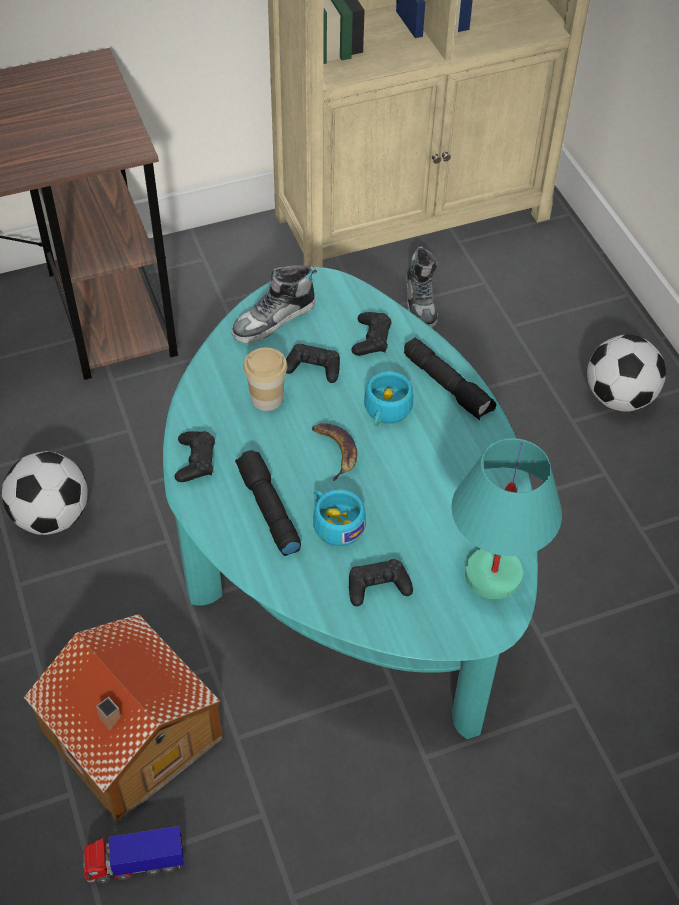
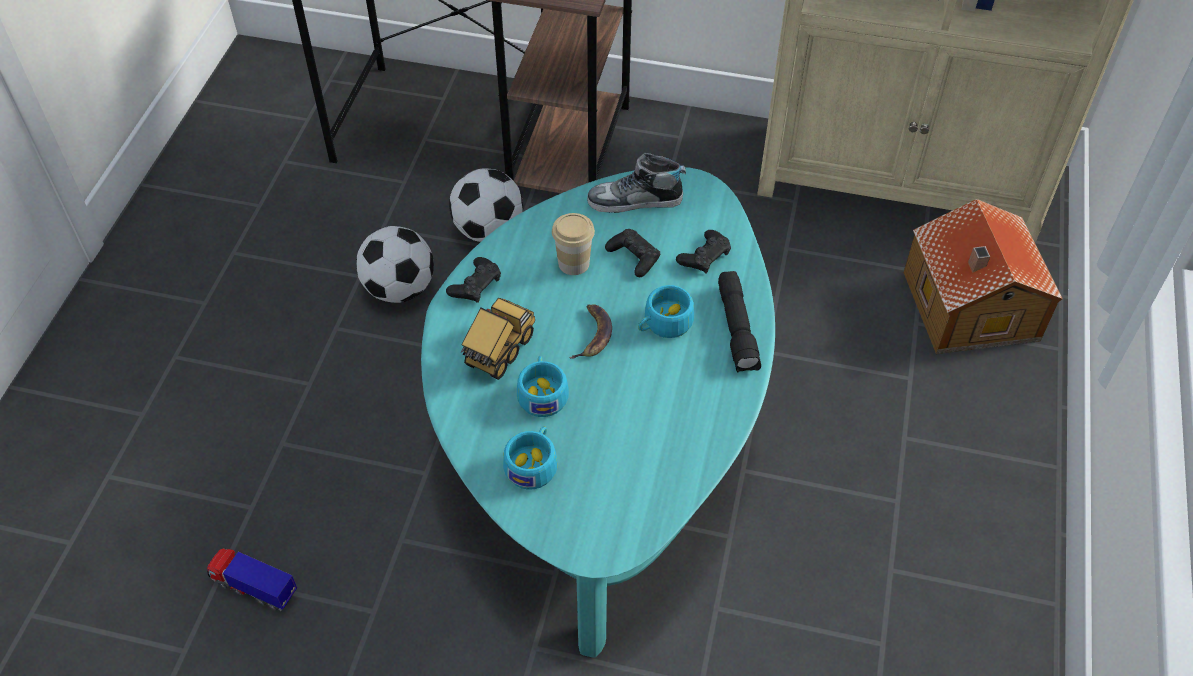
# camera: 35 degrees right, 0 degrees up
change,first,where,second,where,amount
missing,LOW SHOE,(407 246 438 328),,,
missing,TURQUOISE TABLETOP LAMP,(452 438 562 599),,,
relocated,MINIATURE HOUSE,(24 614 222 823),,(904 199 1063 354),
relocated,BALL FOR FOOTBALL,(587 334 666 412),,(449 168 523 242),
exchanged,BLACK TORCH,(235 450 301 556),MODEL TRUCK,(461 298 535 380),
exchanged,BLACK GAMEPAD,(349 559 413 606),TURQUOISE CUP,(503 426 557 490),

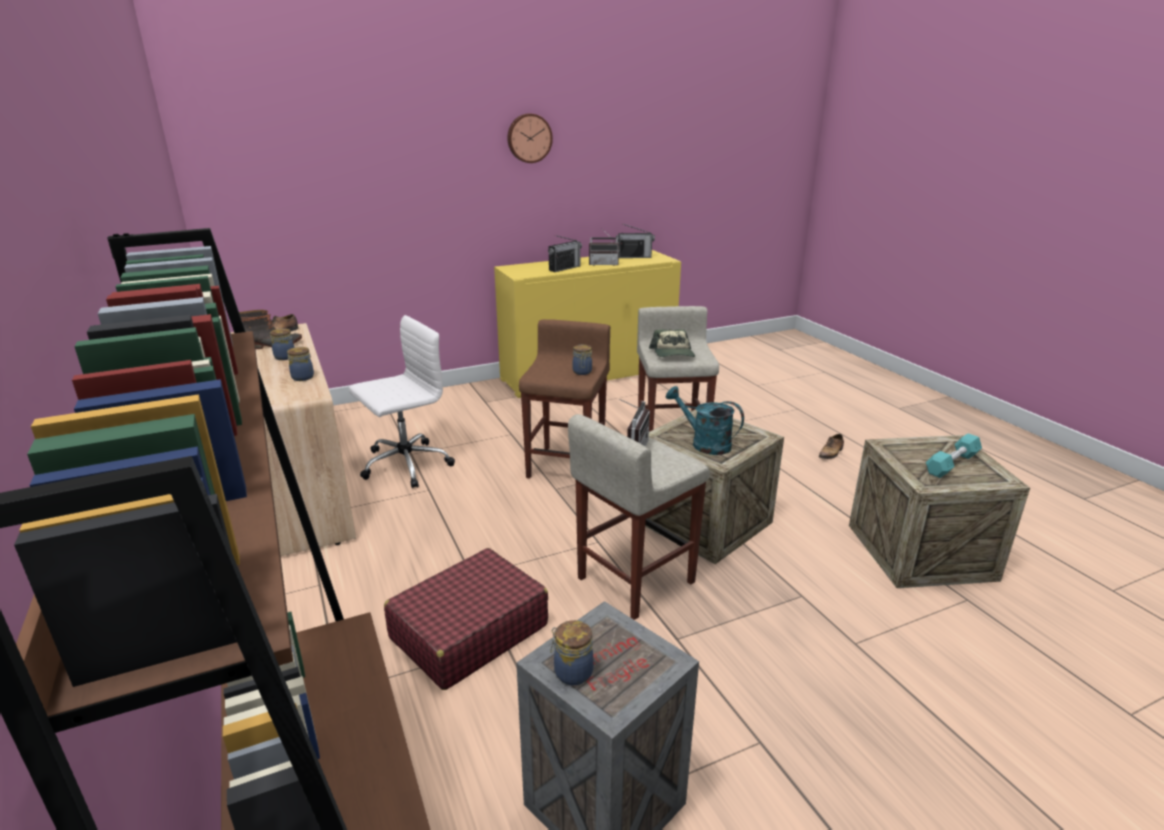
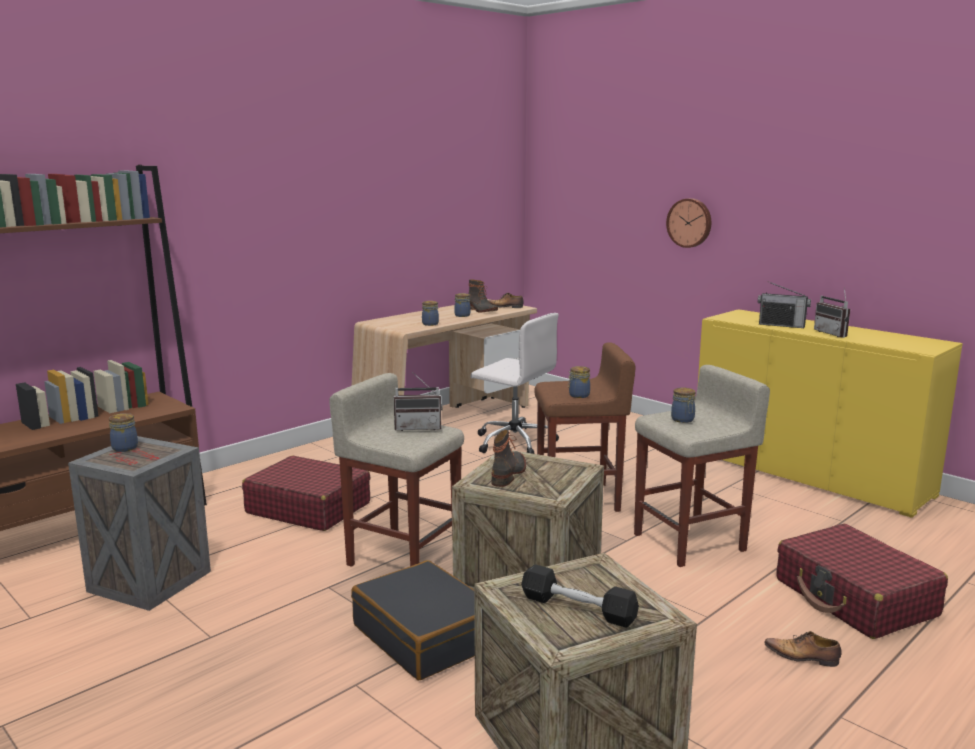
# camera: 70 degrees right, 10 degrees down
change,first,where,second,where,amount
missing,RADIO,(616 224 655 258),,,
appeared,,,BLACK PIECE OF LUGGAGE,(351 560 475 680),
appeared,,,RED-COLOURED PIECE OF LUGGAGE,(777 524 948 639),
relocated,HANGING CLOCK,(507 113 553 163),,(666 198 711 248),
exchanged,BASEBALL CAP,(649 329 695 357),JAR,(671 387 696 423),
exchanged,TURQUOISE WATERING CAN,(666 386 744 455),TALL BOOT,(492 430 526 487),
colour,TURQUOISE FREE WEIGHT,(926 433 982 478),BLACK FREE WEIGHT,(521 565 639 628),

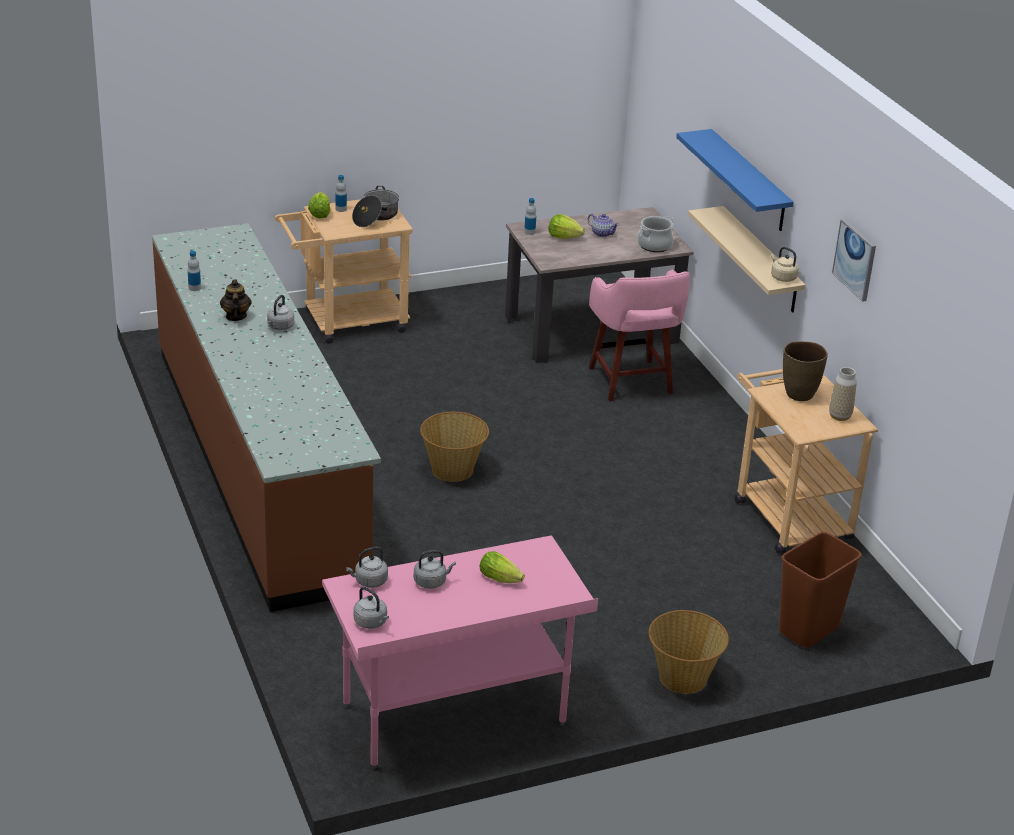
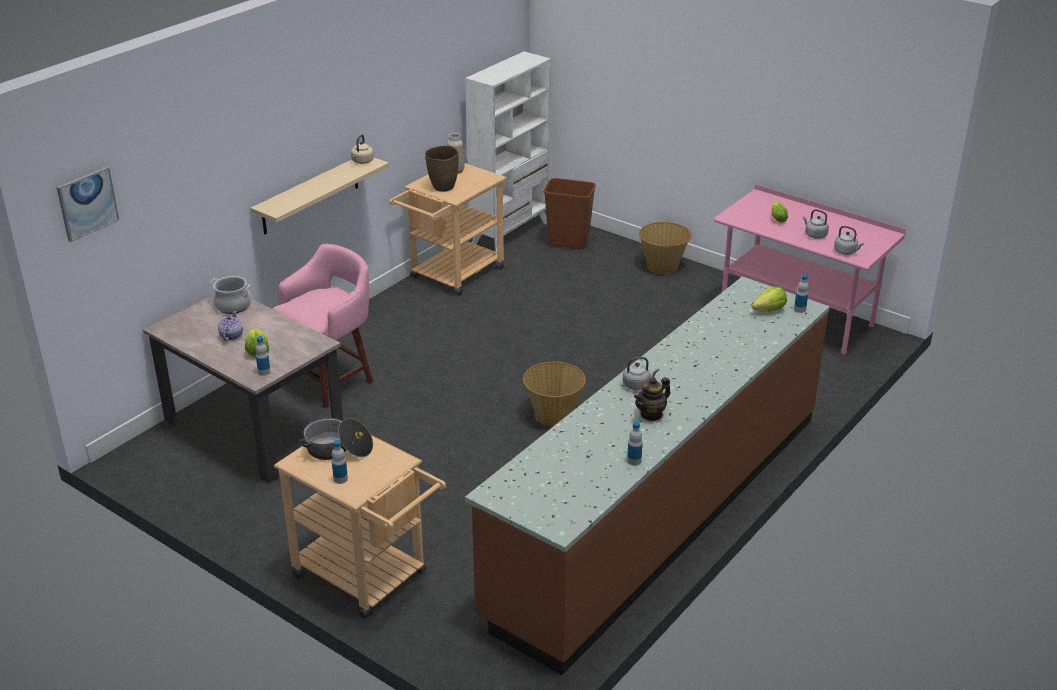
# camera: 120 degrees left, 0 degrees up
change,first,where,second,where,amount
missing,GRAY KETTLE,(354 587 389 629),,,
missing,BLUE SHELF,(676 129 794 231),,,
appeared,,,WHITISH BOOKSHELF,(465 51 551 252),
appeared,,,BEVERAGE BOTTLE,(794 274 809 313),
relocated,LETTUCE HEAD,(308 192 330 219),,(752 286 787 312),
relocated,PICTURE,(832 219 876 302),,(57 167 119 242),

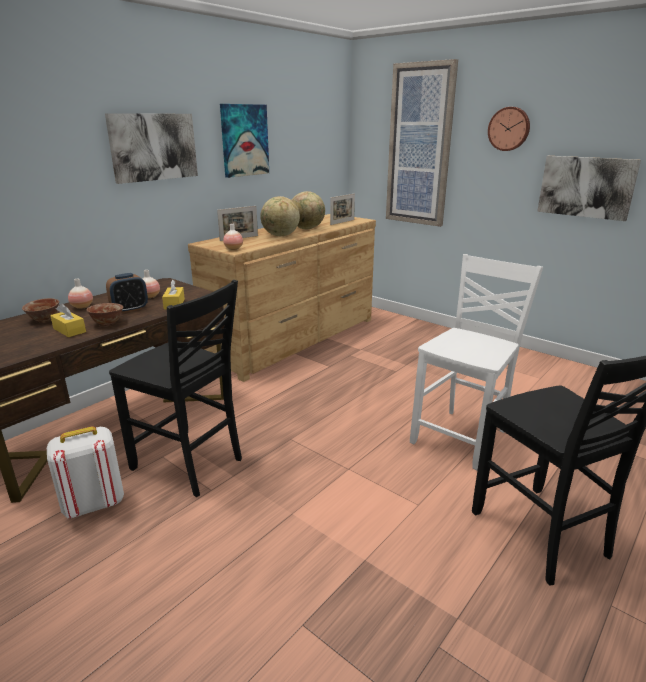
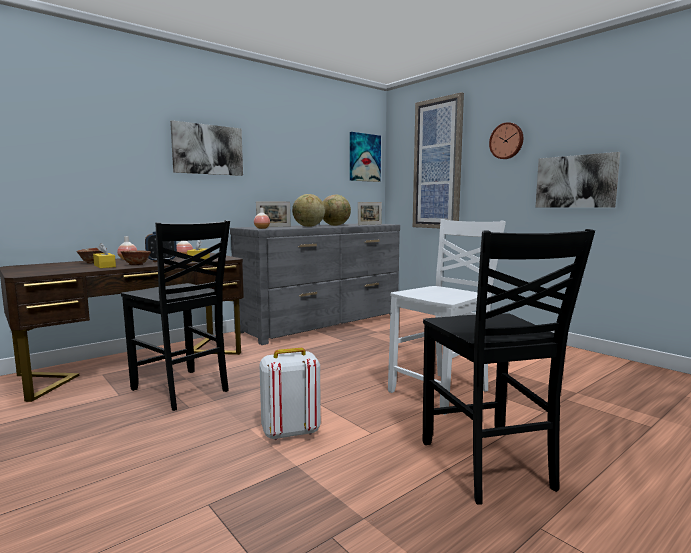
# camera: 10 degrees right, 15 degrees down
change,first,where,second,where,amount
relocated,WHITISH RUCKSACK,(47 426 124 518),,(259 348 321 440),
relocated,PICTURE,(220 104 269 178),,(350 132 381 182),
colour,BROWN-COLOURED DRAWER CHEST,(188 214 376 382),GRAY DRAWER CHEST,(230 224 400 345),

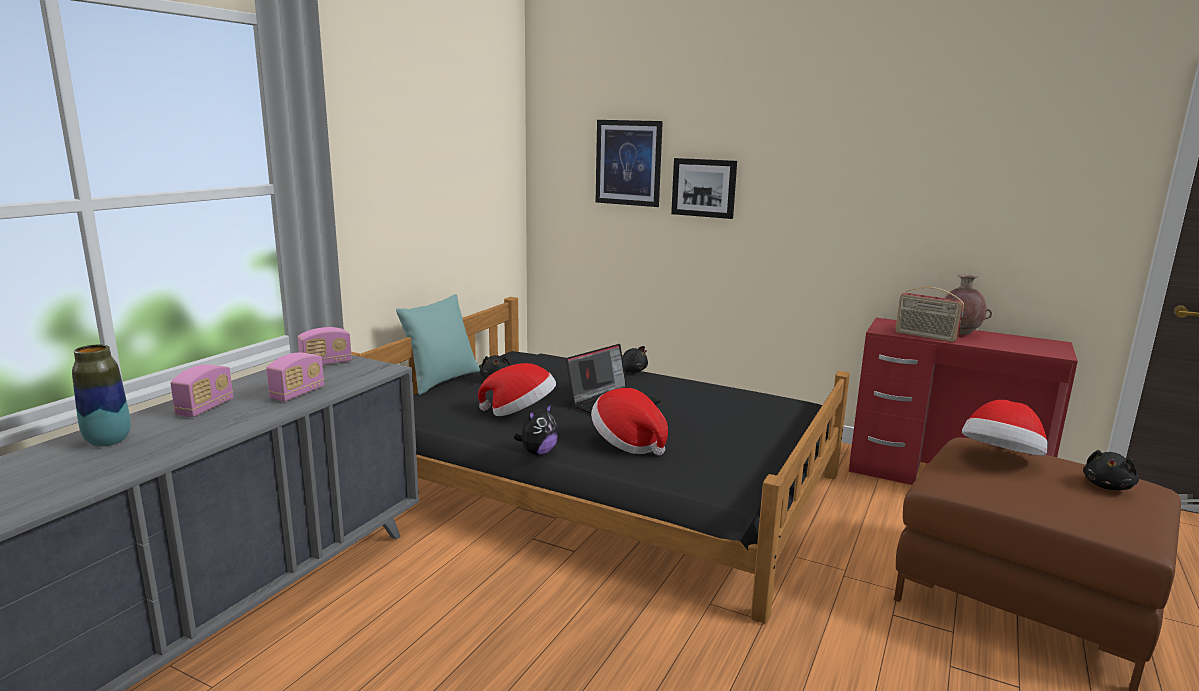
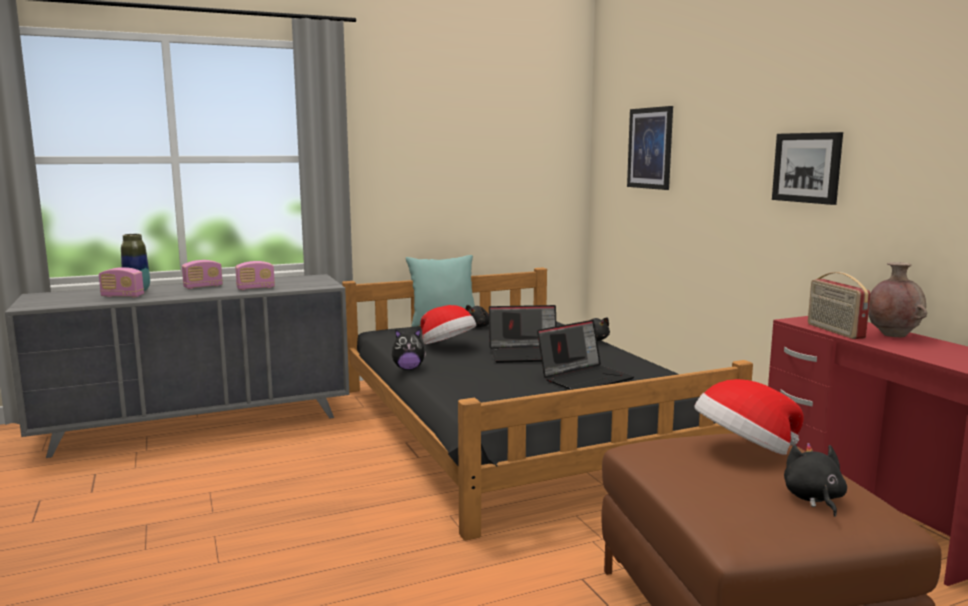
# camera: 40 degrees right, 5 degrees down
change,first,where,second,where,amount
missing,CLOTHING HAT,(591 388 668 455),,,
appeared,,,NOTEBOOK COMPUTER,(537 320 634 390),
relocated,RADIO,(298 327 352 365),,(99 267 144 297),
relocated,PICTURE,(671 158 737 219),,(772 132 843 205),
spun,BLACK CUDDLY TOY,(1083 450 1139 490),,(784 443 847 517),105 degrees clockwise

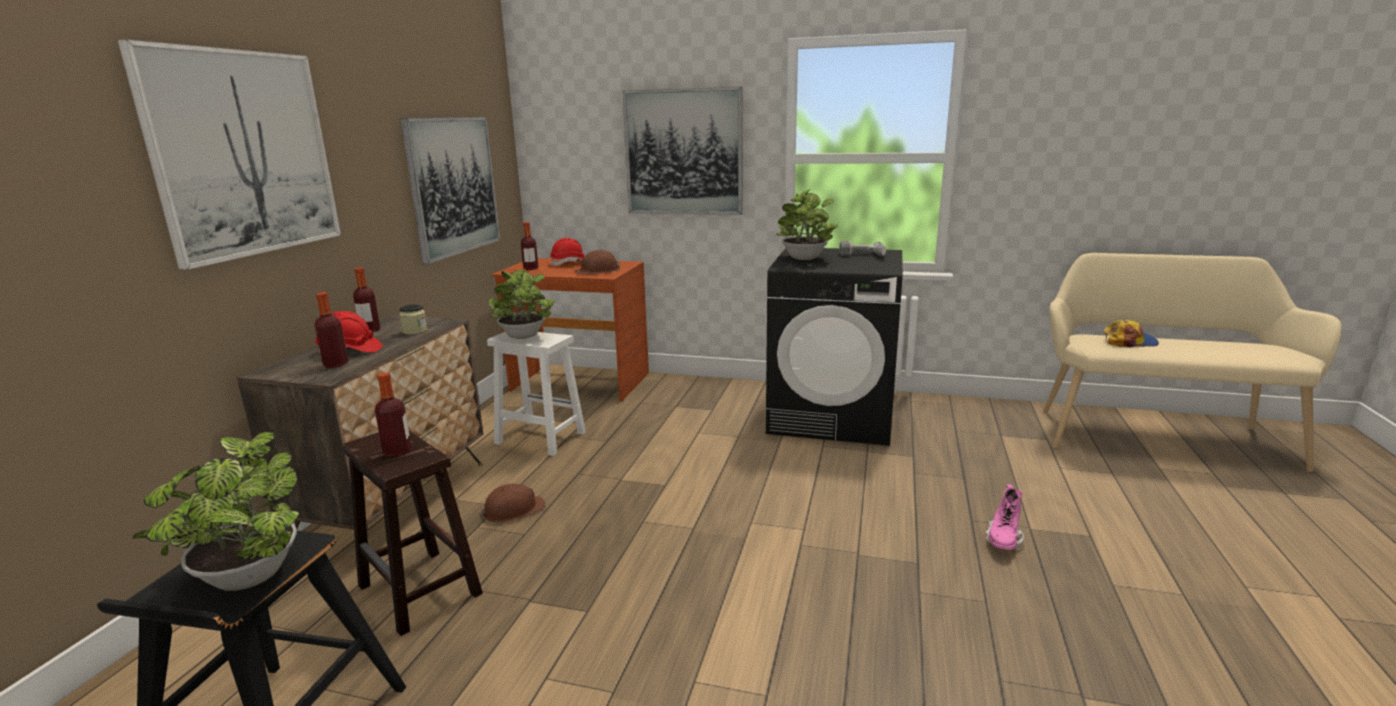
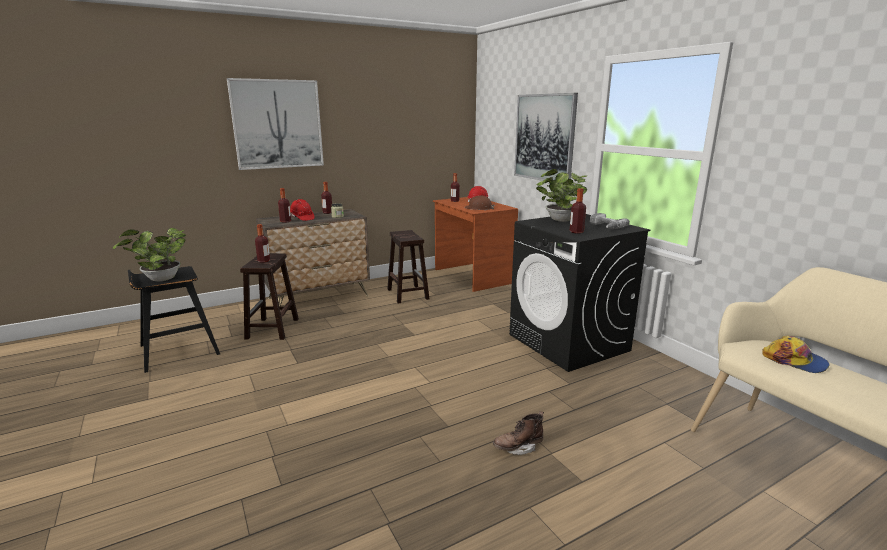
# camera: 45 degrees right, 0 degrees up
change,first,where,second,where,amount
missing,PICTURE,(401 117 500 264),,,
missing,BROWN-COLOURED WORK HELMET,(479 484 546 523),,,
missing,PLANT IN A POT,(488 270 555 339),,,
appeared,,,BEVERAGE BOTTLE,(569 188 586 234),
colour,WHITISH STOOL SEAT,(487 332 586 456),BROWN-COLOURED STOOL SEAT,(387 230 429 304),
colour,PINKISH TALL BOOT,(985 484 1024 550),BROWN-COLOURED TALL BOOT,(493 411 544 455),

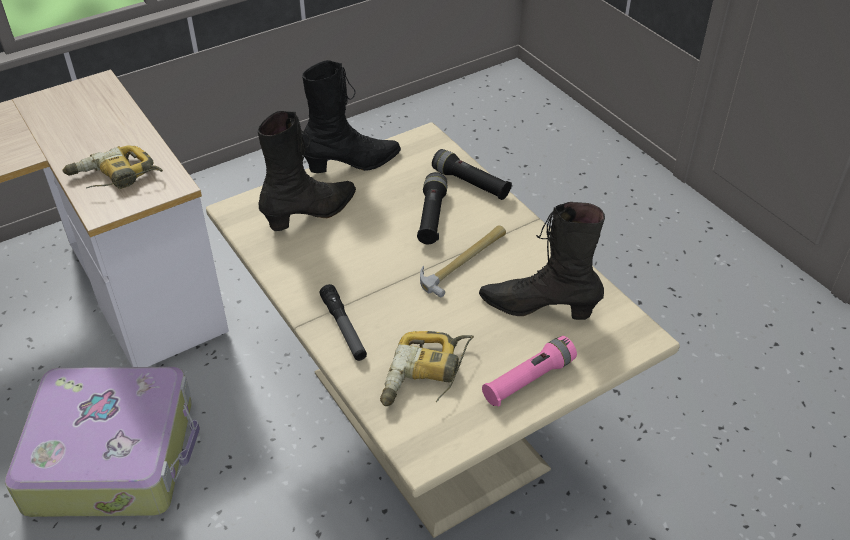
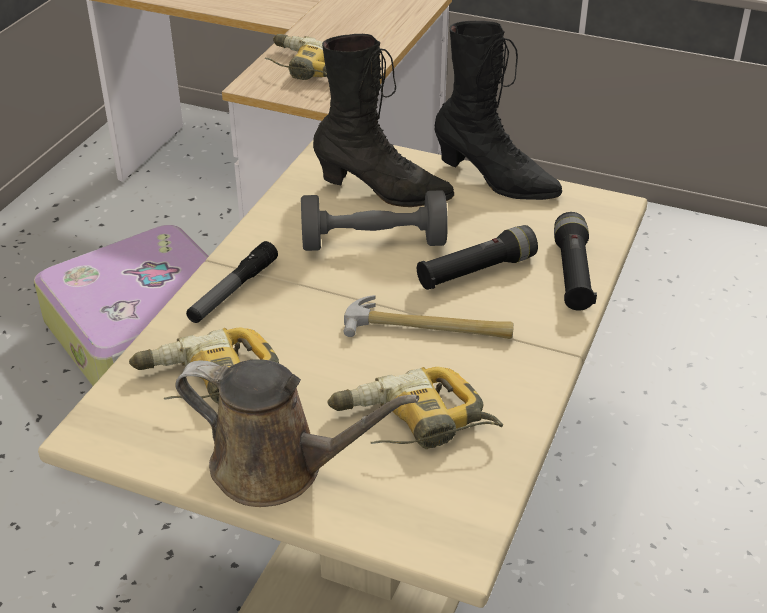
# camera: 55 degrees right, 5 degrees down
change,first,where,second,where,amount
appeared,,,GRAY FREE WEIGHT,(301 190 448 251),
exchanged,BLACK TALL BOOT,(479 202 605 320),DRILL,(327 367 503 449),
exchanged,PINKISH TORCH,(482 336 577 407),BROWN-COLOURED WATERING CAN,(176 359 419 507),

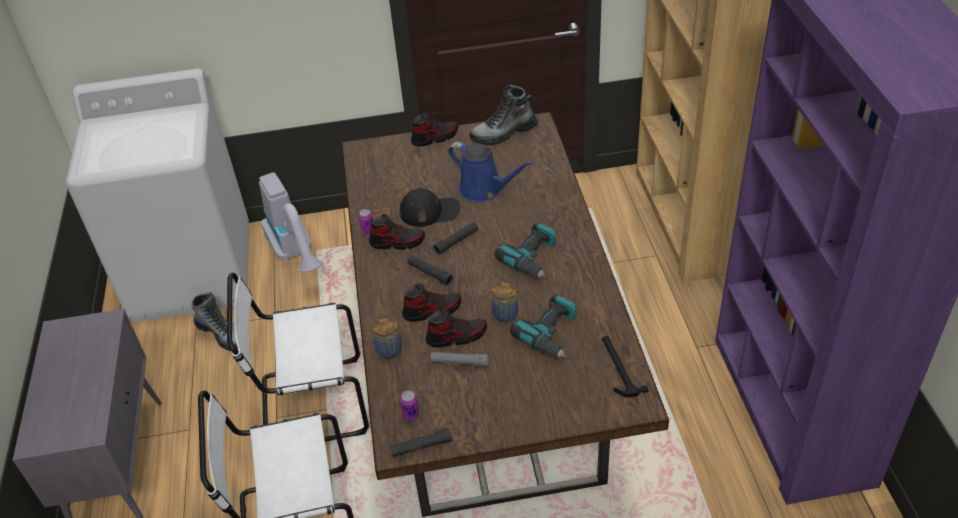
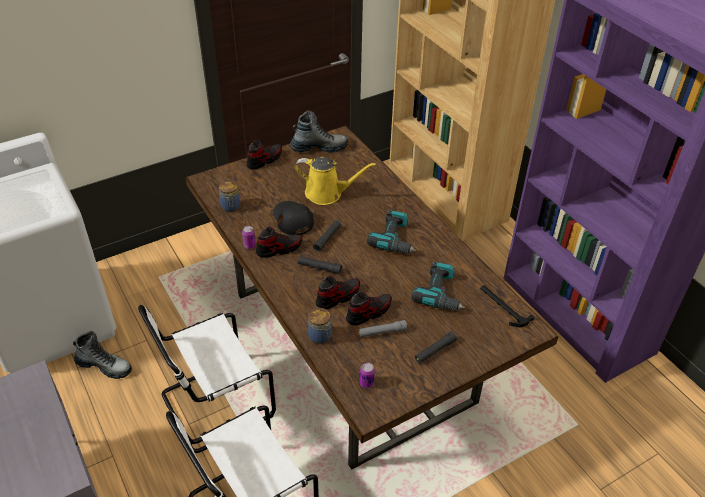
# camera: 25 degrees left, 0 degrees up
change,first,where,second,where,amount
missing,VACUUM CLEANER,(259 172 323 272),,,
relocated,BLACK TORCH,(390 428 453 457),,(415 331 457 363),
relocated,JAR,(492 281 519 322),,(219 181 240 212),
colour,BLUE WATERING CAN,(448 142 533 202),YELLOW-COLOURED WATERING CAN,(295 157 376 205),
spun,BLACK BASEBALL CAP,(399 188 460 227),,(272 201 314 235),90 degrees counterclockwise
spun,TALL BOOT,(470 84 538 145),,(290 111 348 153),150 degrees counterclockwise

